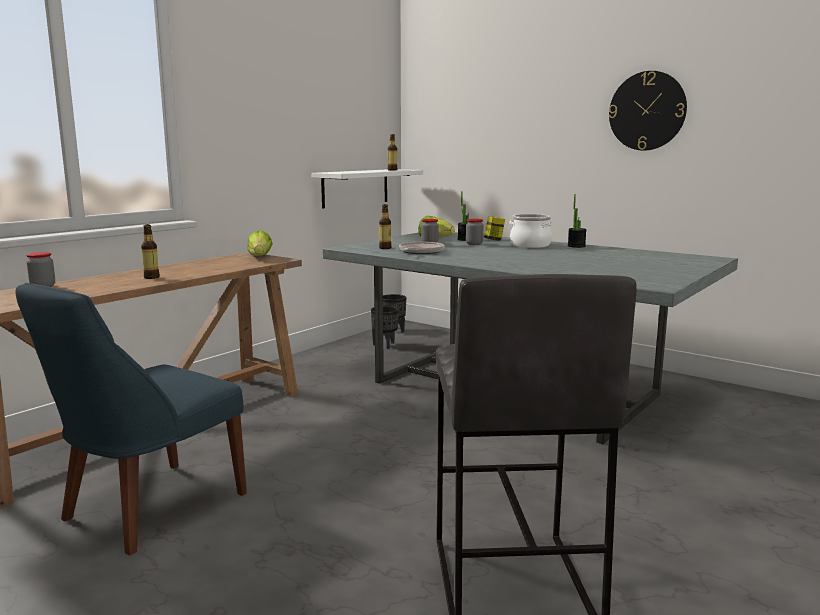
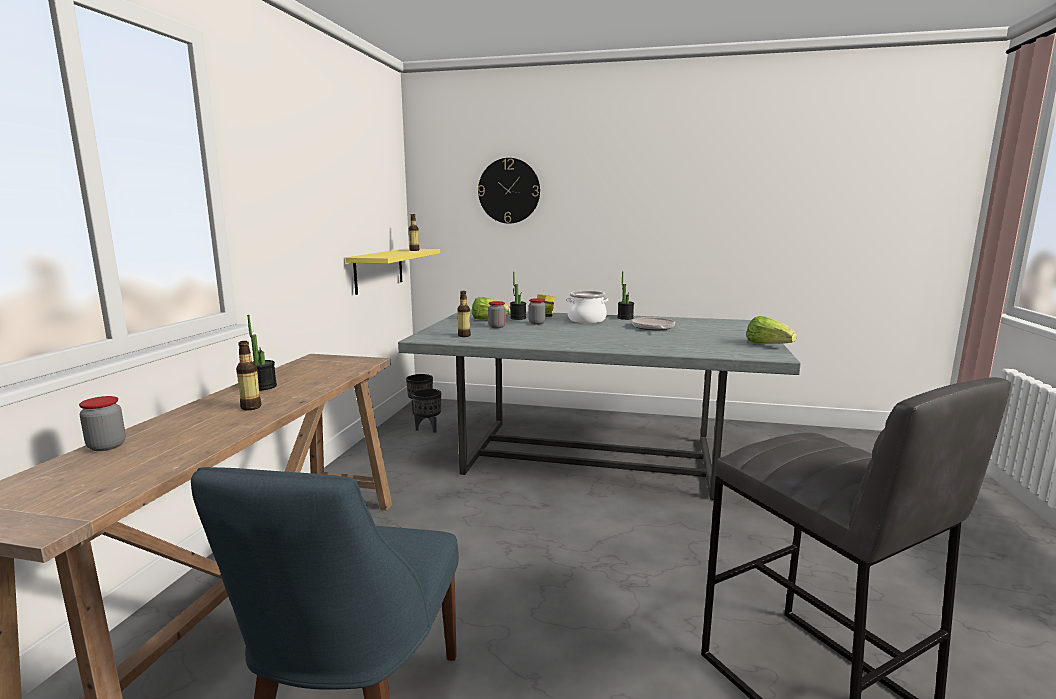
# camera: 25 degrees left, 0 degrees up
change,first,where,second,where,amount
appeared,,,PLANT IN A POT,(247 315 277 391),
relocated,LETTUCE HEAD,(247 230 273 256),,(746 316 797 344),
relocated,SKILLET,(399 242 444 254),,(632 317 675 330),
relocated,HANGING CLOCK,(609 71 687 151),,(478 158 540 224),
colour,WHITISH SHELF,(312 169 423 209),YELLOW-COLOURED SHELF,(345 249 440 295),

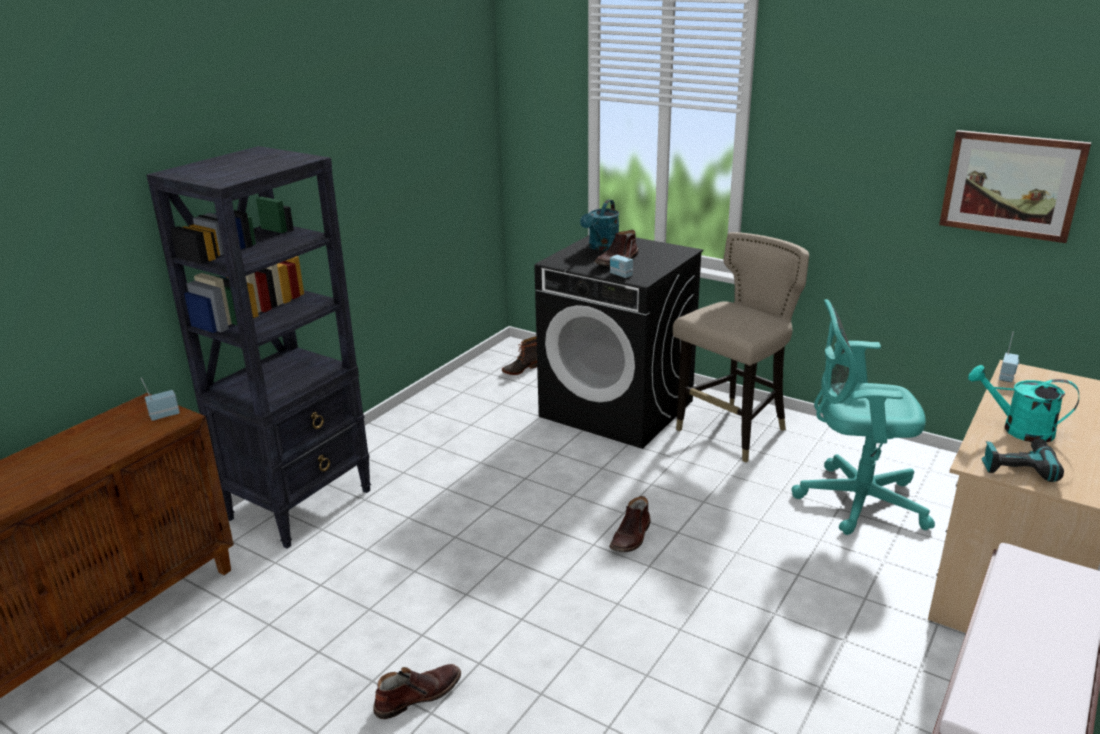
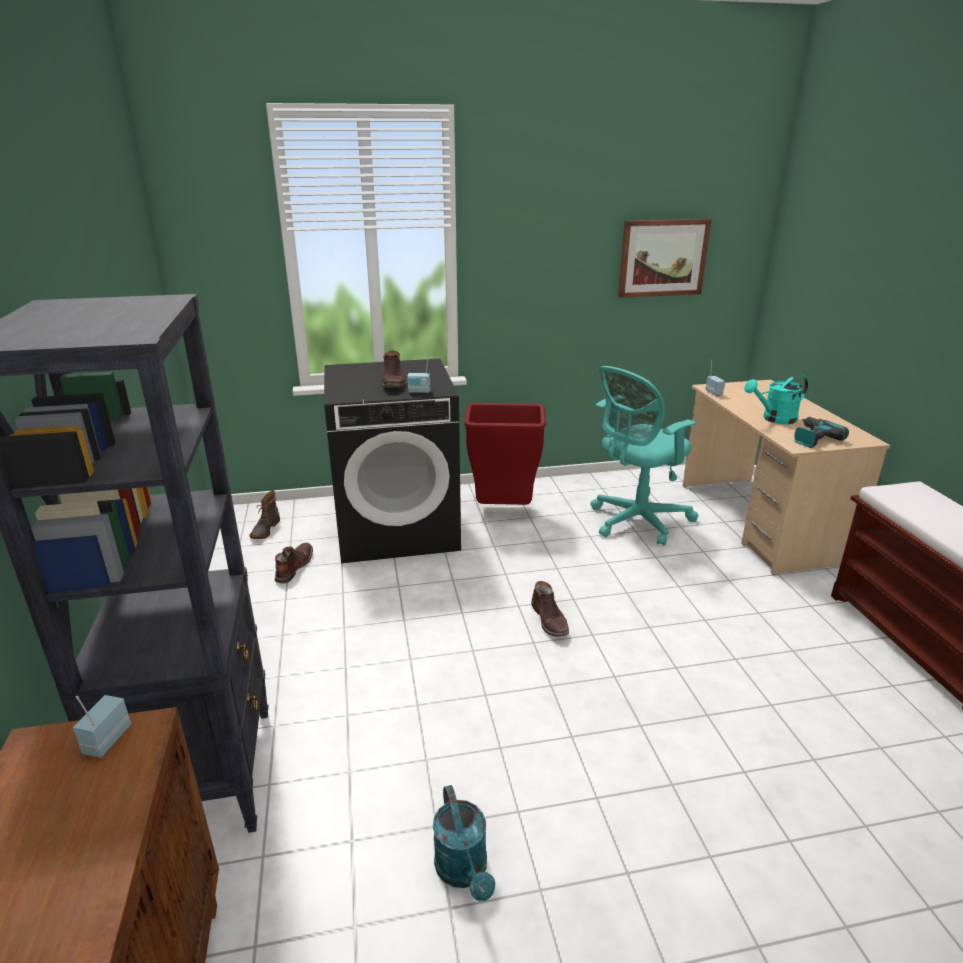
# camera: 45 degrees left, 0 degrees up
change,first,where,second,where,amount
relocated,BROWN-COLOURED TALL BOOT,(373 664 461 719),,(275 543 313 583),
relocated,TURQUOISE WATERING CAN,(580 200 619 251),,(433 785 495 901),
exchanged,BEIGE-COLOURED STOOL SEAT,(673 232 809 462),RED-COLOURED WASTE BIN,(464 403 546 505),

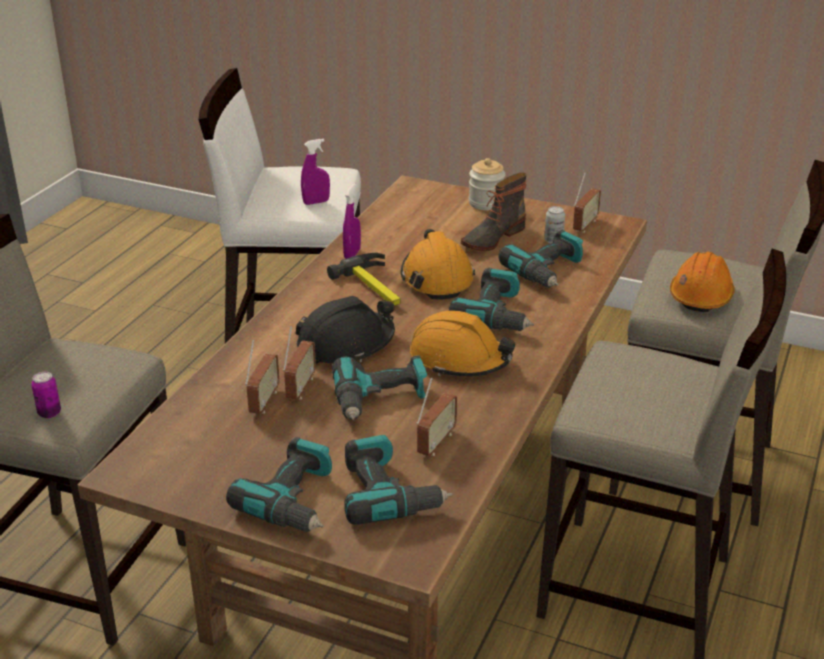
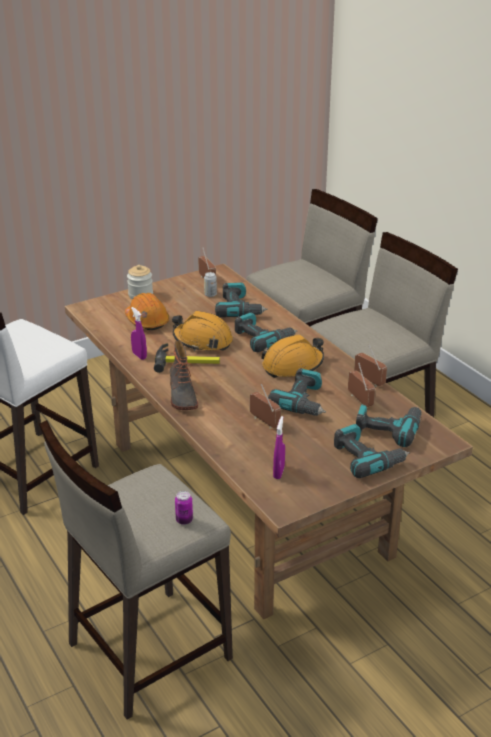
# camera: 55 degrees left, 0 degrees up
change,first,where,second,where,amount
missing,BLACK WORK HELMET,(296 296 395 364),,,
relocated,RADIO,(245 339 280 414),,(354 344 387 387),
relocated,PURPLE-COLOURED SPRAY BOTTLE,(301 139 330 205),,(273 416 285 479),
relocated,TALL BOOT,(461 172 527 251),,(170 341 198 410),
relocated,ORANGE WORK HELMET,(670 251 735 312),,(125 293 169 330),

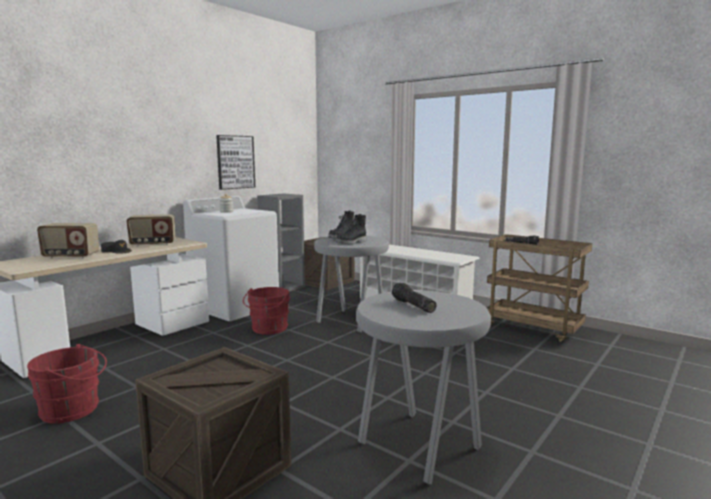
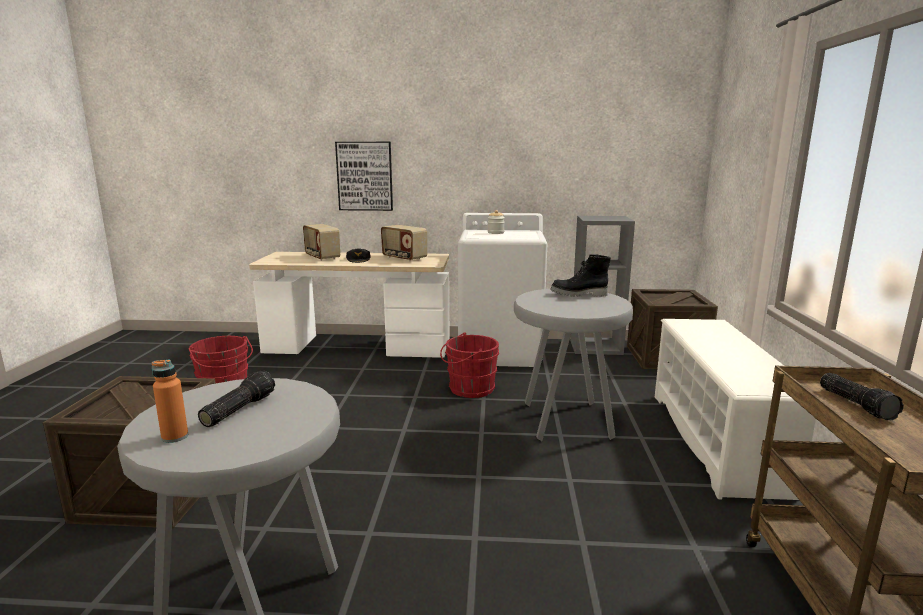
# camera: 55 degrees right, 5 degrees up
change,first,where,second,where,amount
missing,BLACK TALL BOOT,(336 214 366 244),,,
appeared,,,ORANGE BEVERAGE BOTTLE,(152 359 188 443),
relocated,PICTURE,(216 135 255 190),,(335 142 393 211),

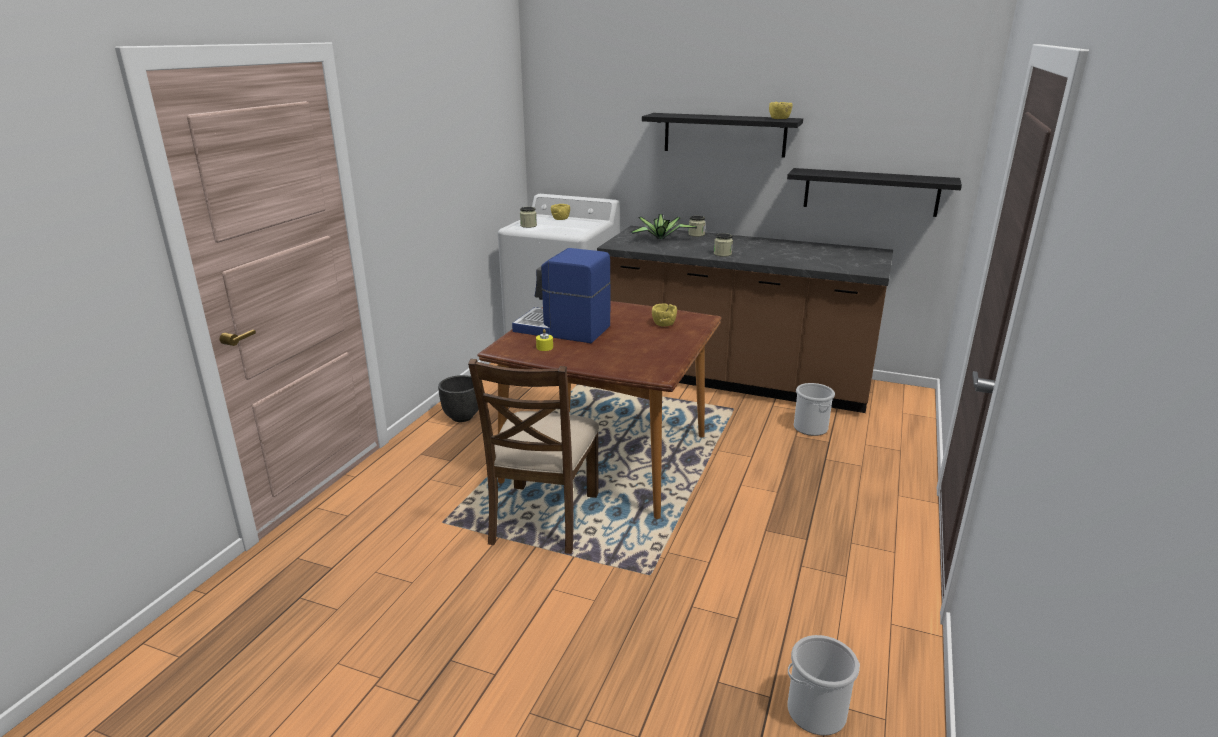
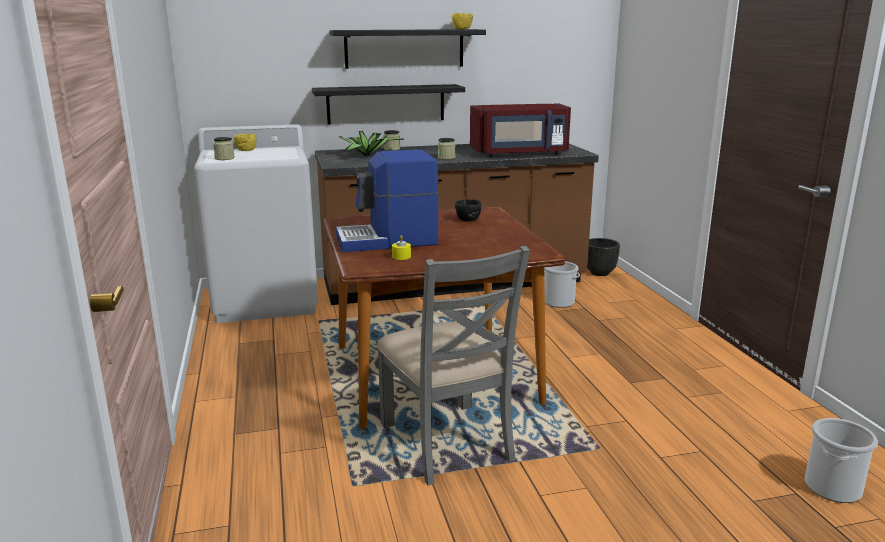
# camera: 35 degrees left, 5 degrees down
change,first,where,second,where,amount
appeared,,,RED-COLOURED KITCHEN MICROWAVE,(470 103 571 157),
relocated,BLACK FLOWER POT,(438 375 479 422),,(587 238 620 276),
relocated,BLACK SHELF,(787 168 962 217),,(312 84 465 124),
colour,BROWN-COLOURED UPRIGHT CHAIR,(468 359 599 554),GRAY UPRIGHT CHAIR,(377 246 530 486),
colour,YELLOW-COLOURED SERVING BOWL,(652 303 677 326),BLACK SERVING BOWL,(455 199 481 221),

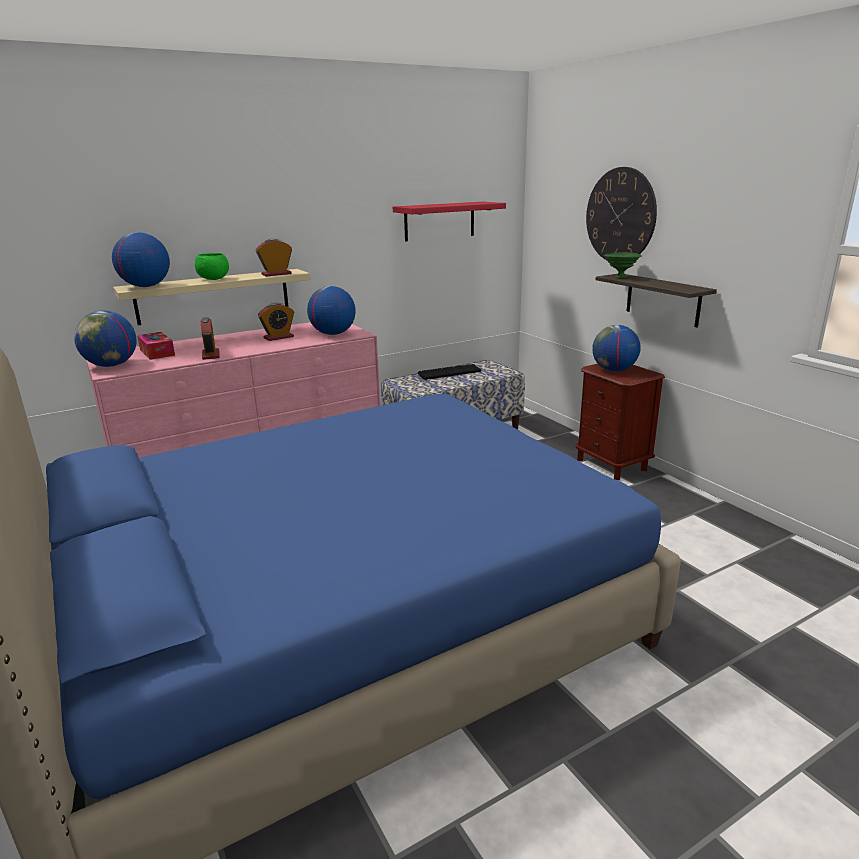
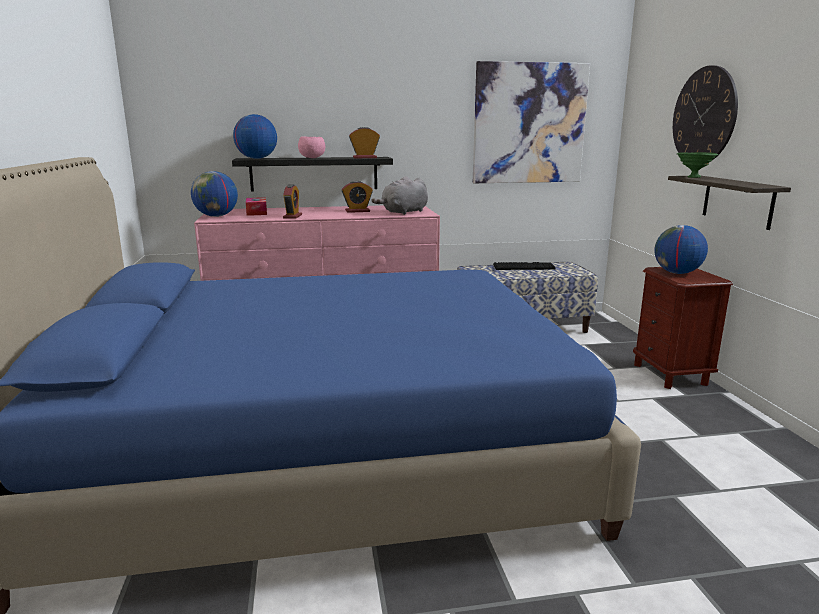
# camera: 20 degrees right, 5 degrees down
change,first,where,second,where,amount
exchanged,GLOBE,(307 286 356 335),GRAY CUDDLY TOY,(371 176 428 215),
exchanged,RED-COLOURED SHELF,(393 202 506 242),PICTURE,(473 61 590 183),
colour,BEIGE-COLOURED SHELF,(113 269 311 325),BLACK SHELF,(232 157 393 192),
colour,GREEN-COLOURED SERVING BOWL,(195 253 229 280),PINKISH SERVING BOWL,(298 137 325 158),

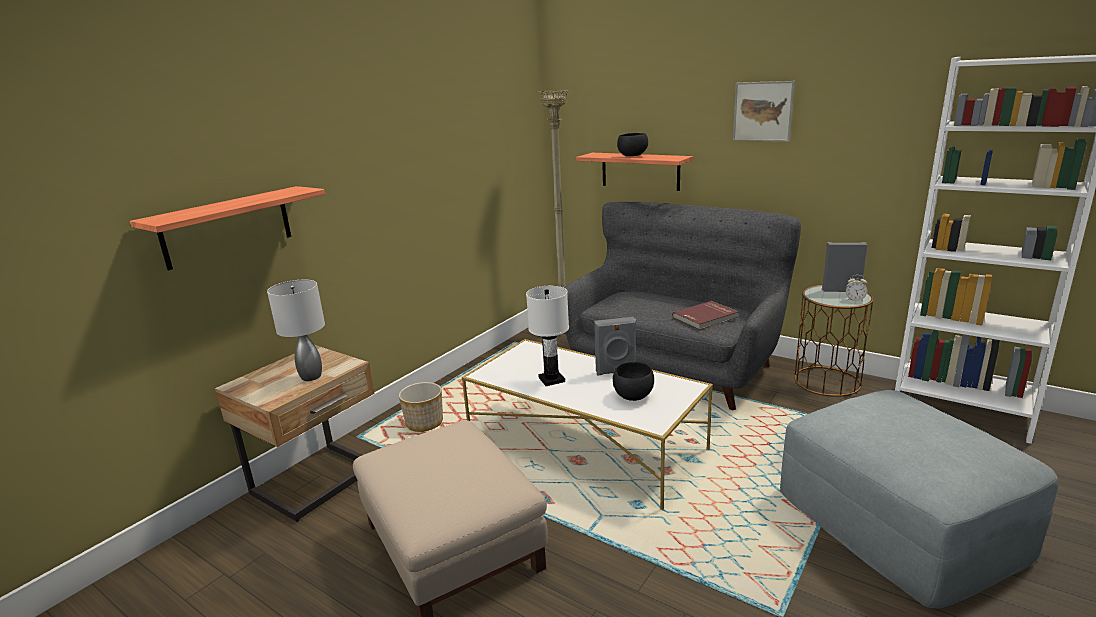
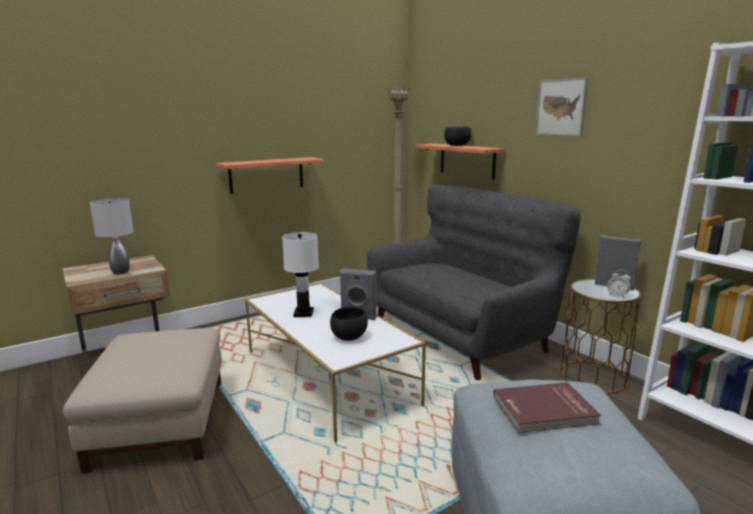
# camera: 20 degrees right, 5 degrees down
change,first,where,second,where,amount
missing,FLOWER POT,(399 382 443 432),,,
relocated,SHELF,(130 186 325 270),,(216 157 324 194),
relocated,RED-COLOURED BOUND BOOK,(672 301 739 330),,(493 382 601 433),

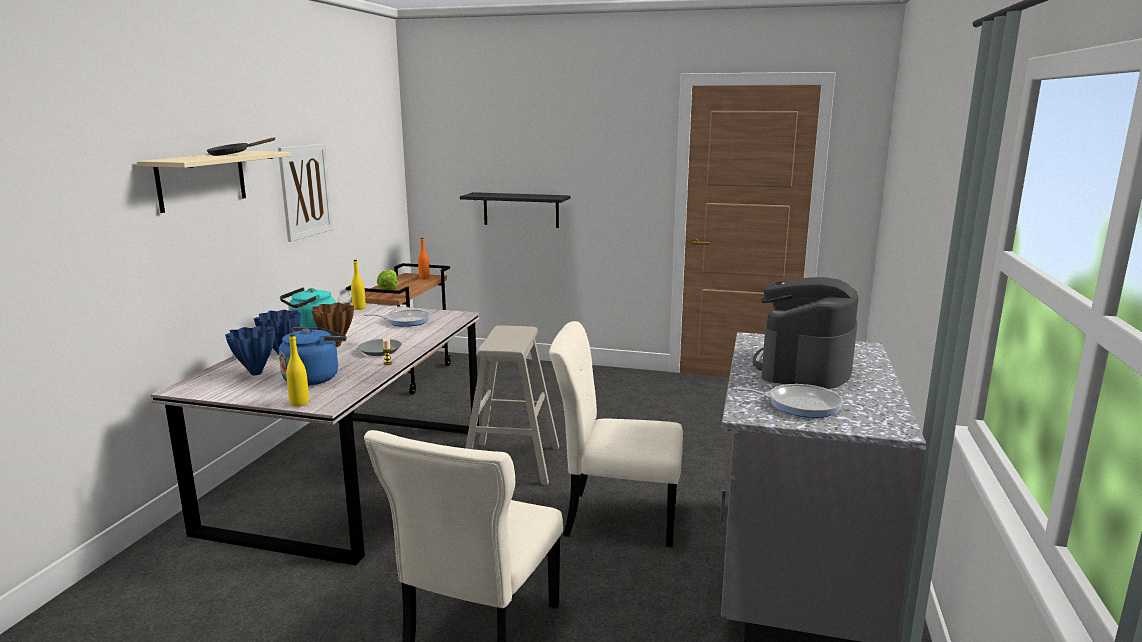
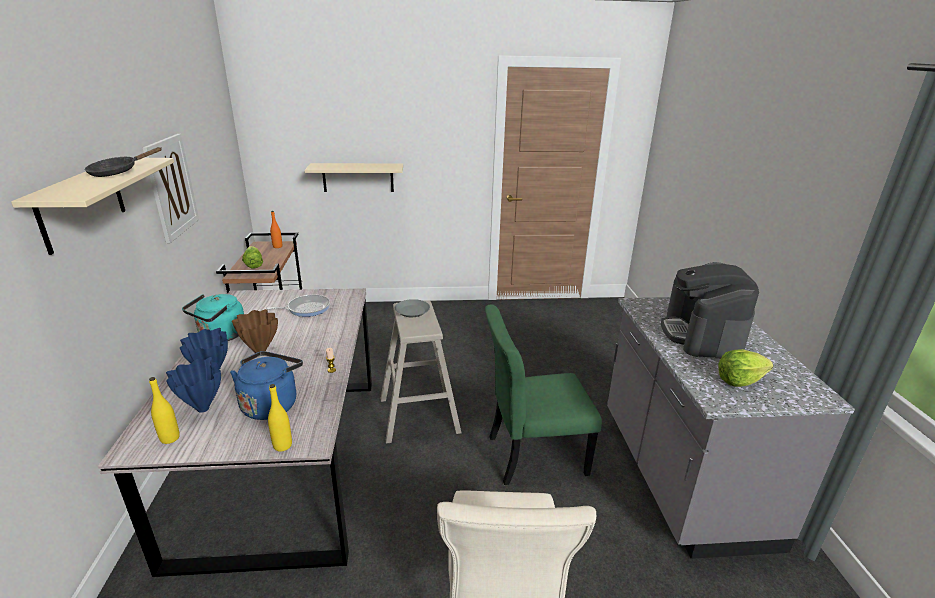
# camera: 20 degrees left, 10 degrees up
change,first,where,second,where,amount
relocated,YELLOW-COLOURED BEVERAGE BOTTLE,(351 260 366 310),,(149 377 180 444),
relocated,GRAY PLATE,(358 339 402 356),,(395 299 430 317),
exchanged,SKILLET,(733 384 843 418),LETTUCE HEAD,(718 349 773 387),
colour,BLACK SHELF,(460 192 571 228),BEIGE-COLOURED SHELF,(305 163 403 192),
colour,BEIGE-COLOURED UPRIGHT CHAIR,(549 321 683 547),GREEN-COLOURED UPRIGHT CHAIR,(485 304 602 485),

